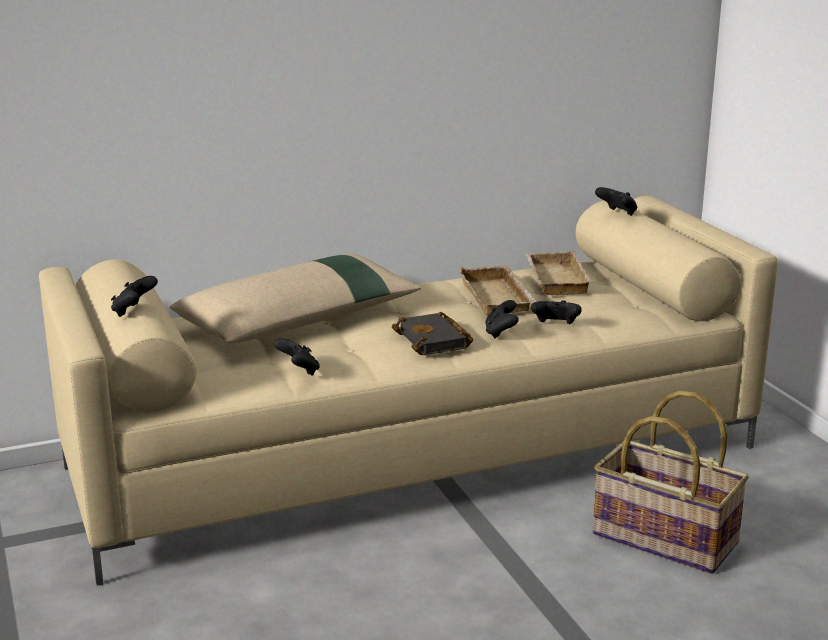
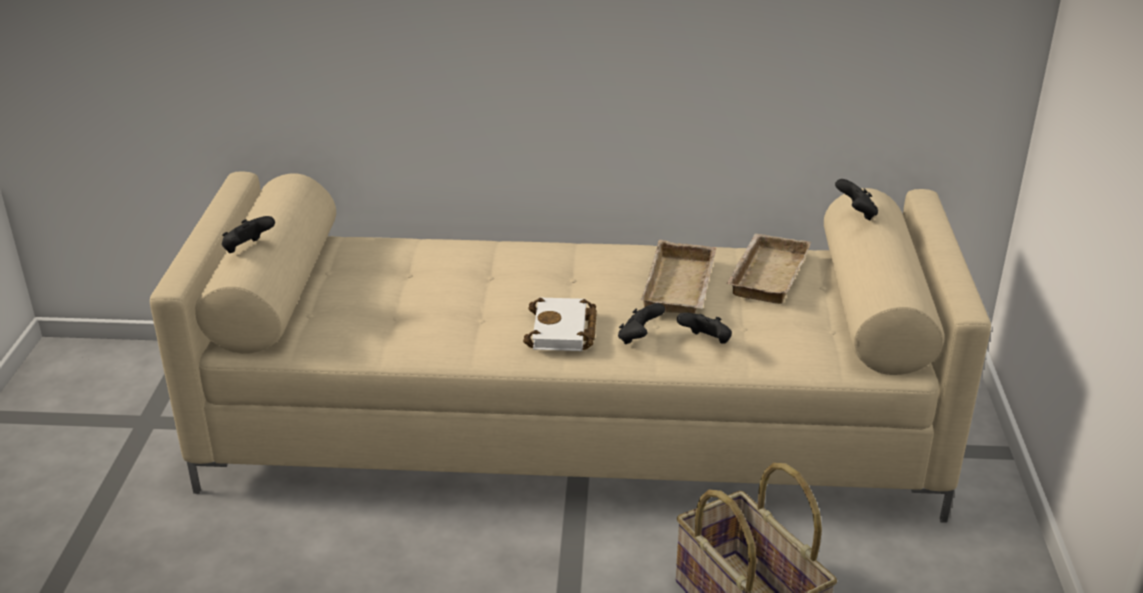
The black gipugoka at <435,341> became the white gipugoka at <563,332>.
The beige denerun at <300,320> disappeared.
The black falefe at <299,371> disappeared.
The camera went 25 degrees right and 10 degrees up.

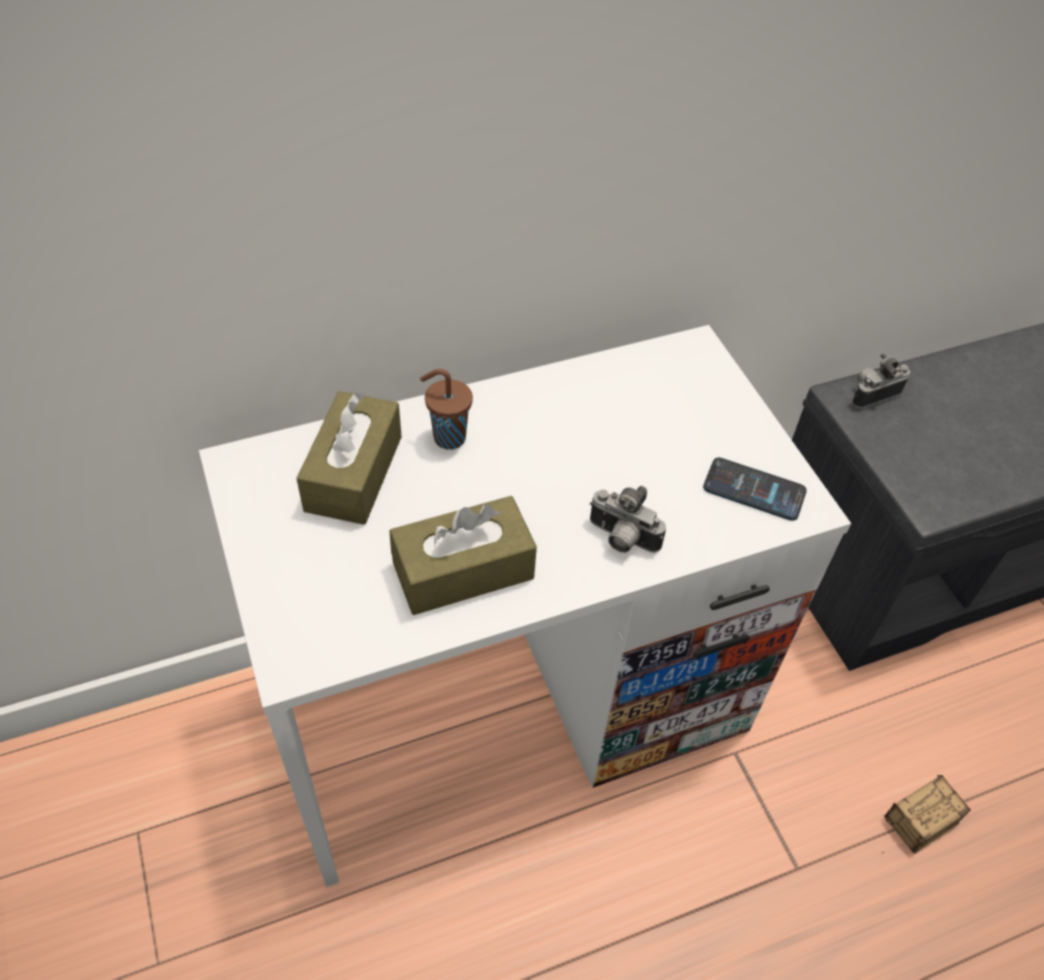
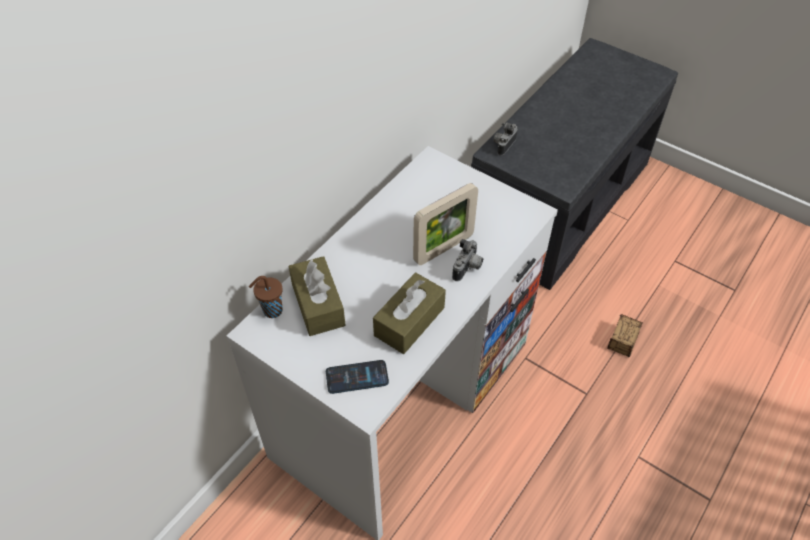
The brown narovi moved from <447,437> to <271,311>.
The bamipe moved from <754,490> to <357,377>.
The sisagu at <443,248> appeared.
The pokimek at <621,539> turned 60 degrees counterclockwise.
The camera went 30 degrees left and 0 degrees up.

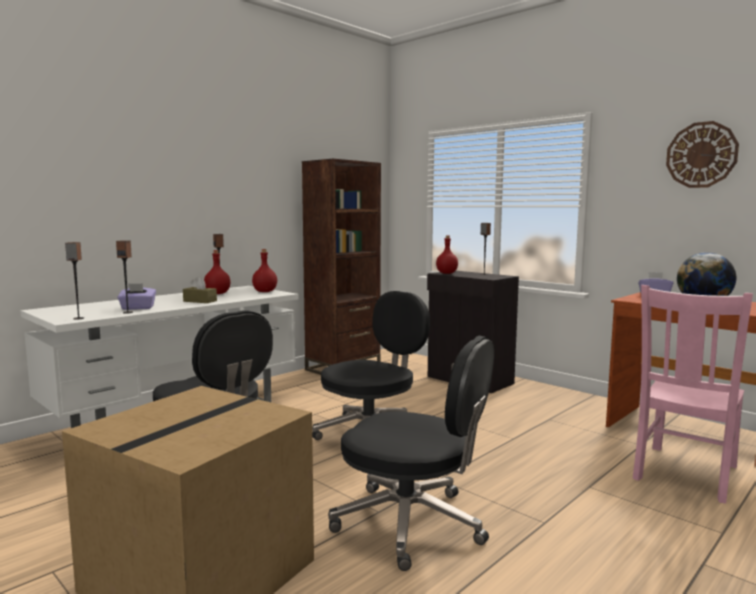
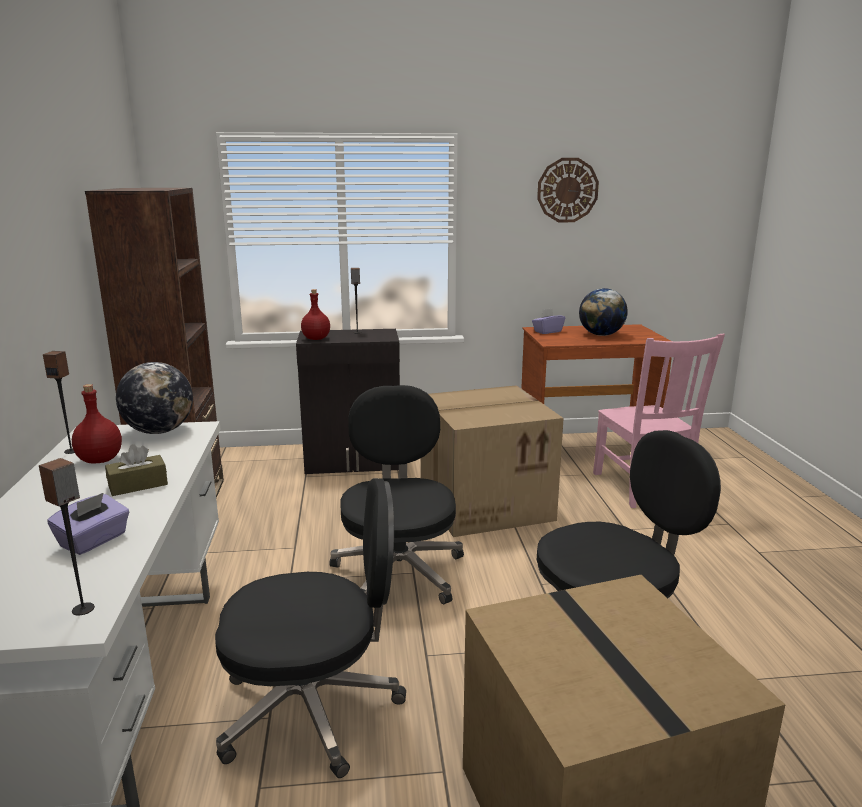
The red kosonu at <265,291> was replaced by the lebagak at <159,431>.
The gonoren at <486,503> appeared.
The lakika at <128,312> disappeared.
The camera went 50 degrees left and 10 degrees up.

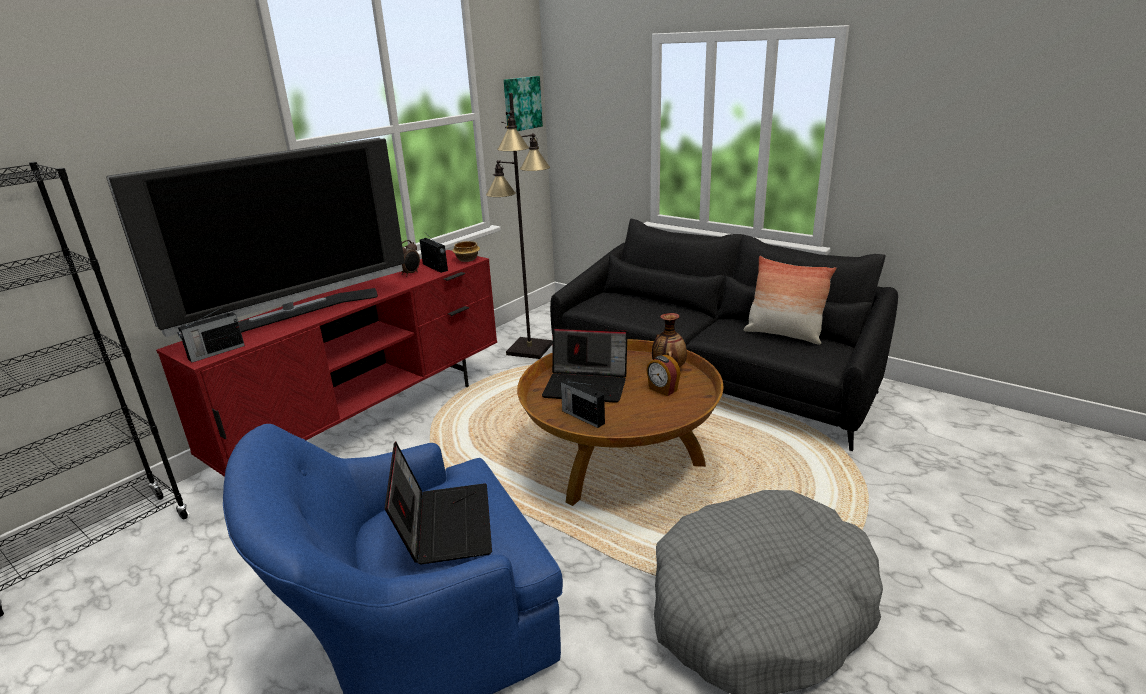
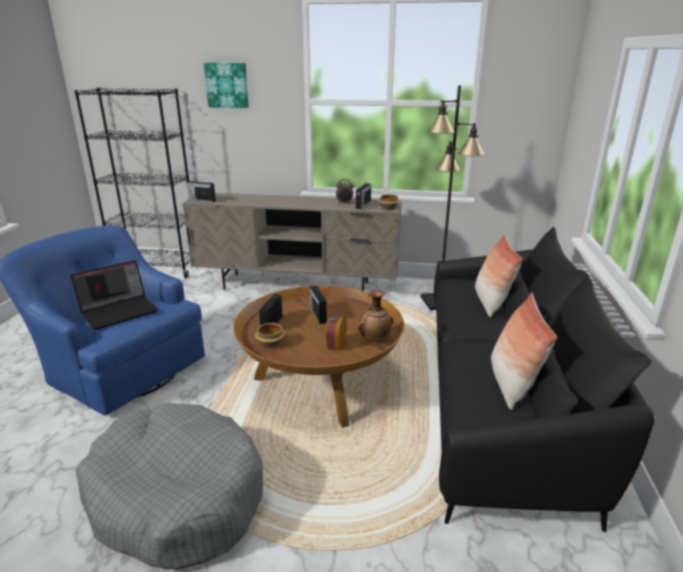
The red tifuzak at <373,421> became the beige tifuzak at <297,286>.
The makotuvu moved from <521,103> to <227,85>.
The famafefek at <271,343> appeared.
The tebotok at <587,385> was replaced by the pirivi at <318,314>.
The denerun at <490,303> appeared.
The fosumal at <294,315> disappeared.
The camera went 60 degrees right and 0 degrees up.

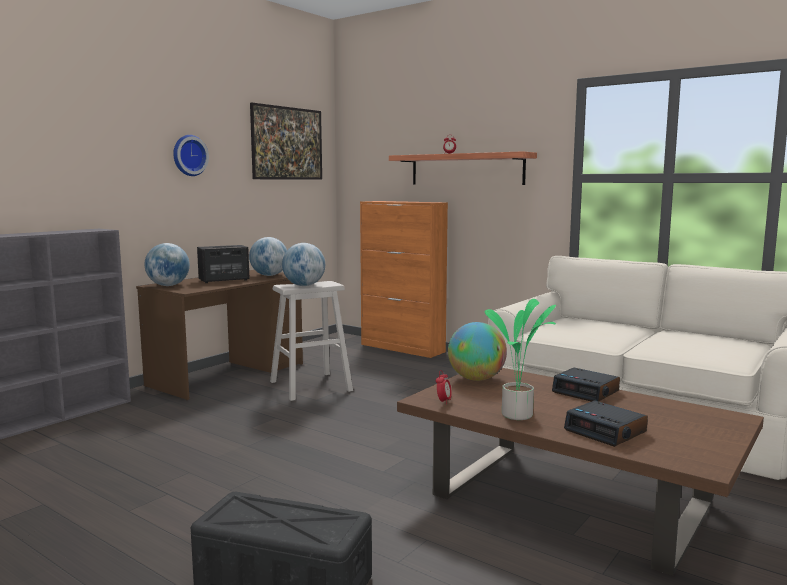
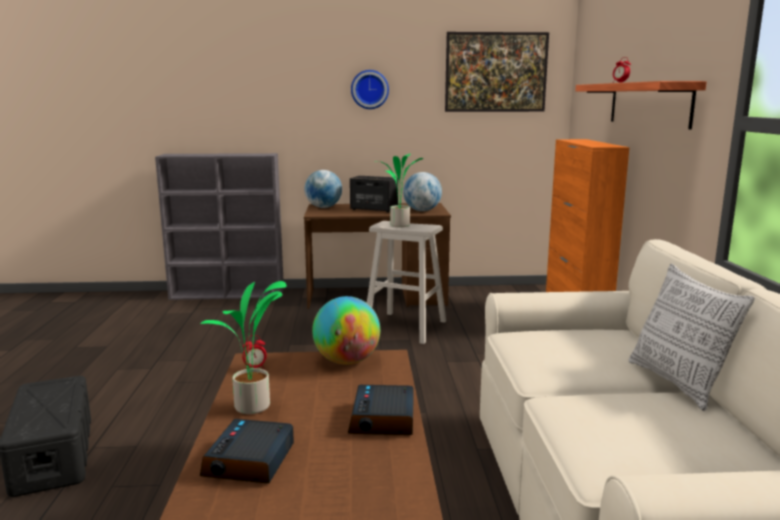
The lebagak at <304,285> was replaced by the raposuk at <399,226>.
The denerun at <678,383> appeared.
The camera went 50 degrees right and 5 degrees up.

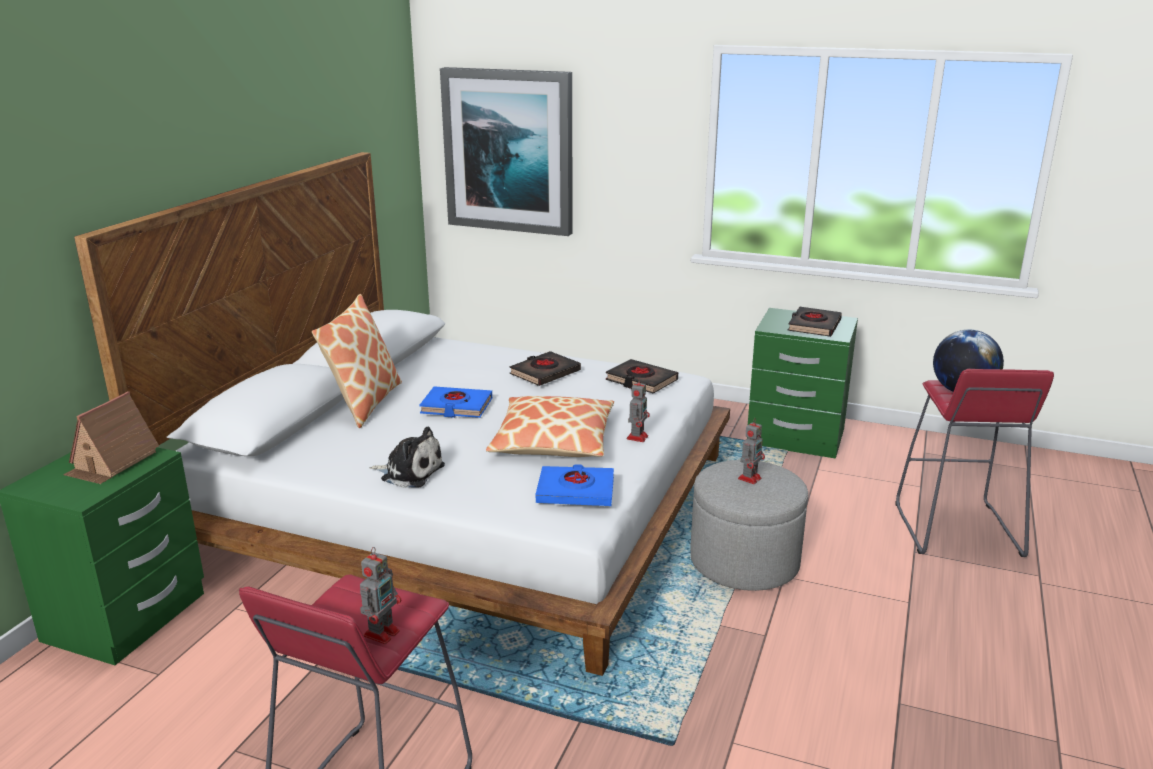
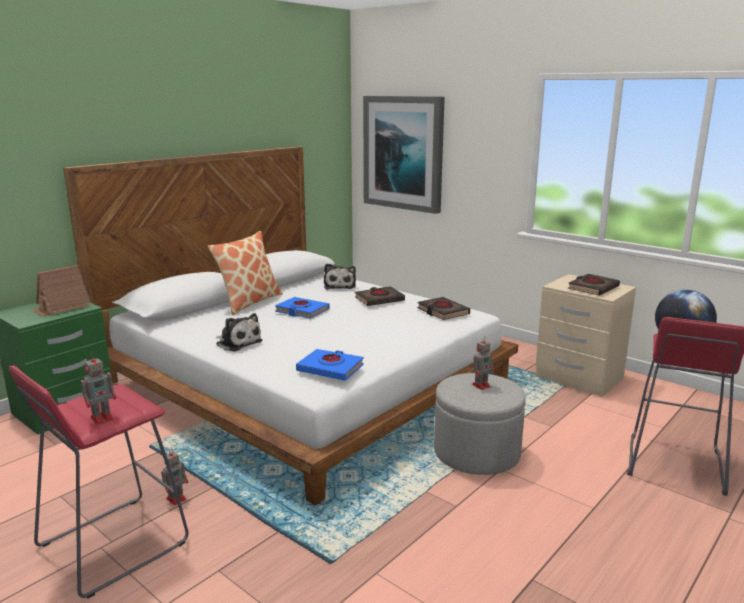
The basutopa moved from <637,437> to <177,498>.
The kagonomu at <339,286> appeared.
The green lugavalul at <795,437> became the beige lugavalul at <578,378>.
The denerun at <553,441> disappeared.
The camera went 20 degrees right and 5 degrees down.

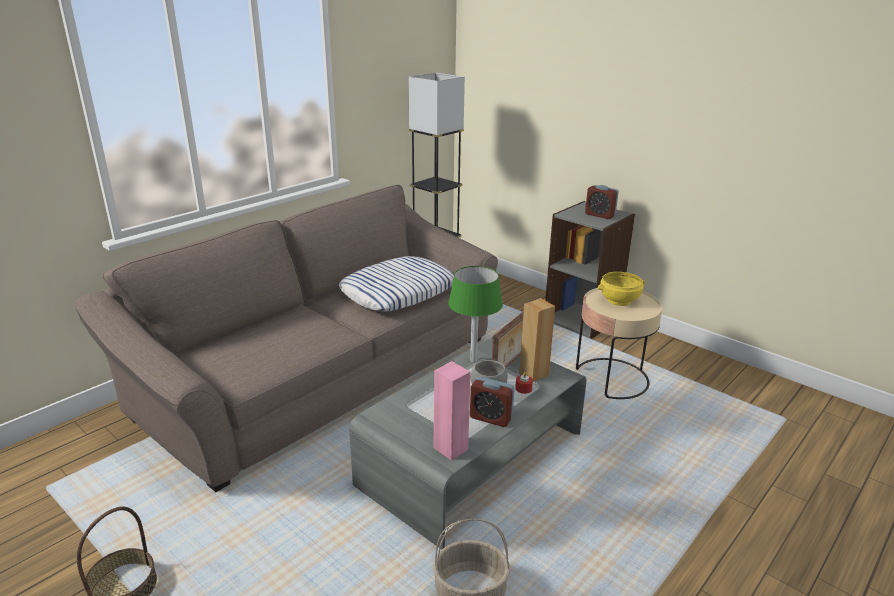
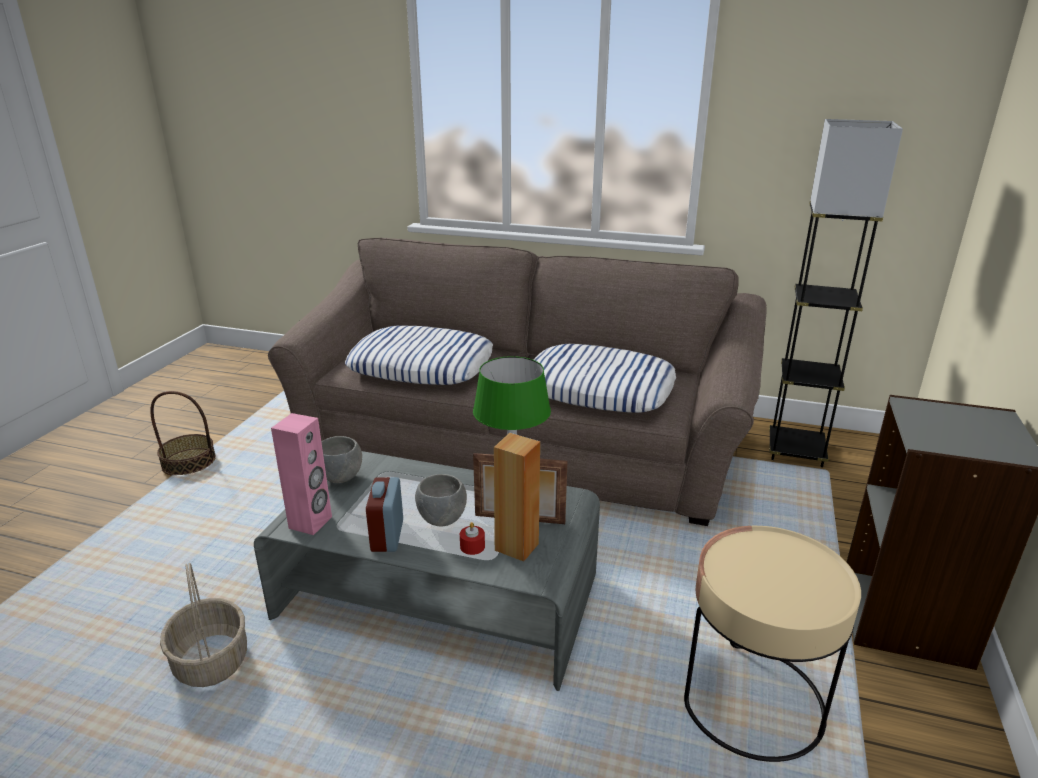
The grey famafefek at <341,478> appeared.
The denerun at <422,365> appeared.
The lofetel at <600,215> disappeared.
The yellow famafefek at <619,300> disappeared.
The camera went 65 degrees right and 0 degrees up.

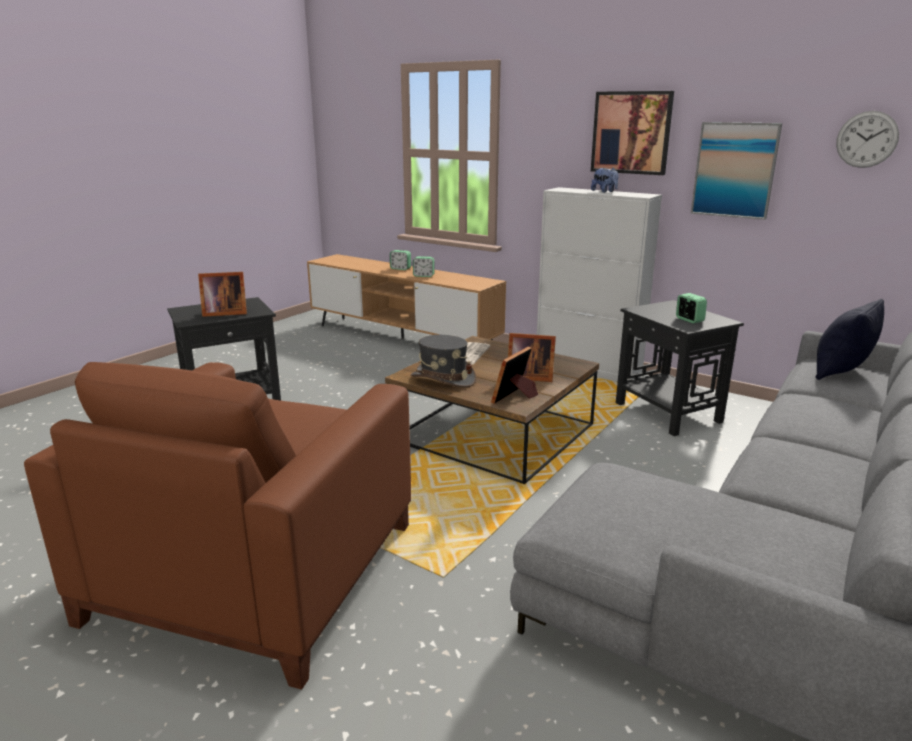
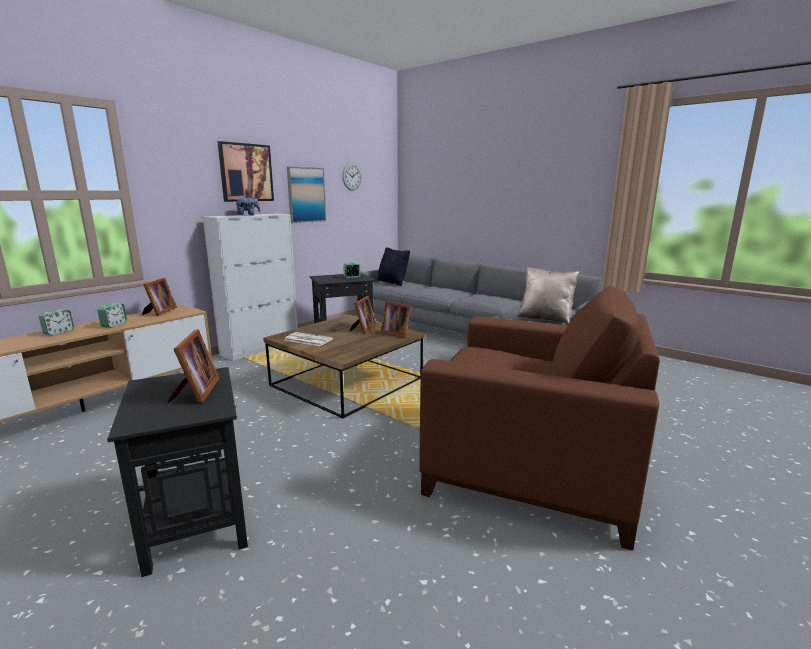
The sisagu at <159,312> appeared.
The beige denerun at <545,318> appeared.
The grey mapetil at <443,379> disappeared.
The camera went 85 degrees left and 5 degrees down.

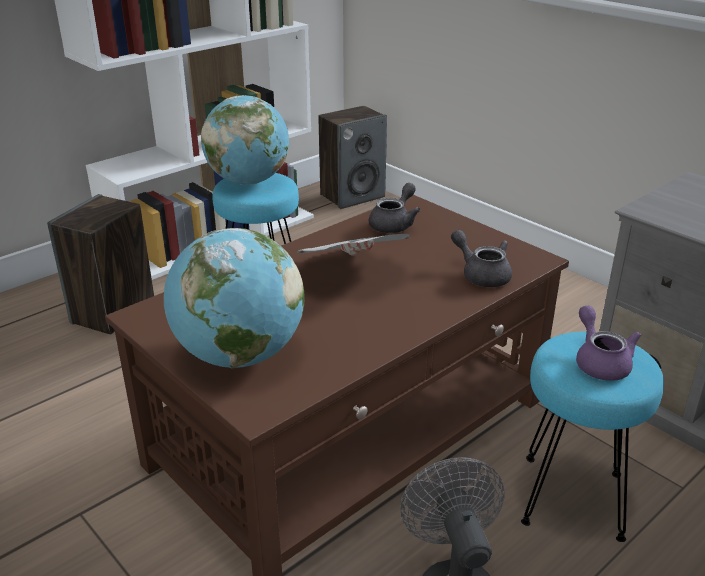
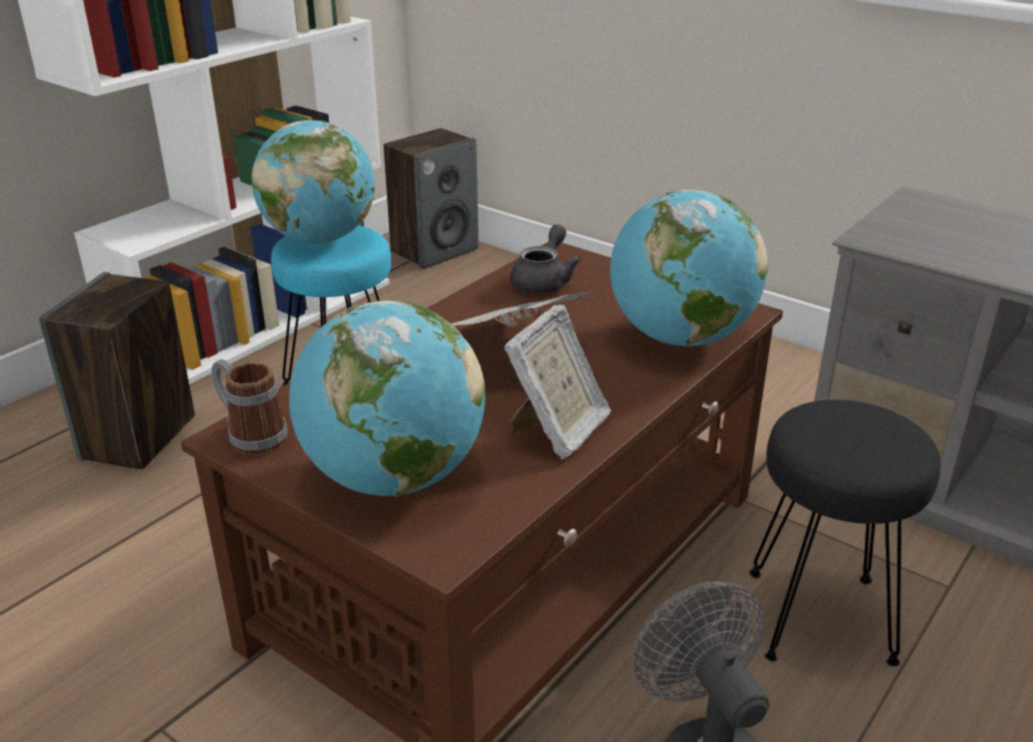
The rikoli at <250,435> appeared.
The sisagu at <558,431> appeared.
The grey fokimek at <481,274> was replaced by the lebagak at <680,338>.
The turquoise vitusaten at <570,497> became the black vitusaten at <817,616>.
The purple fokimek at <600,362> disappeared.
The camera went 10 degrees left and 0 degrees up.

